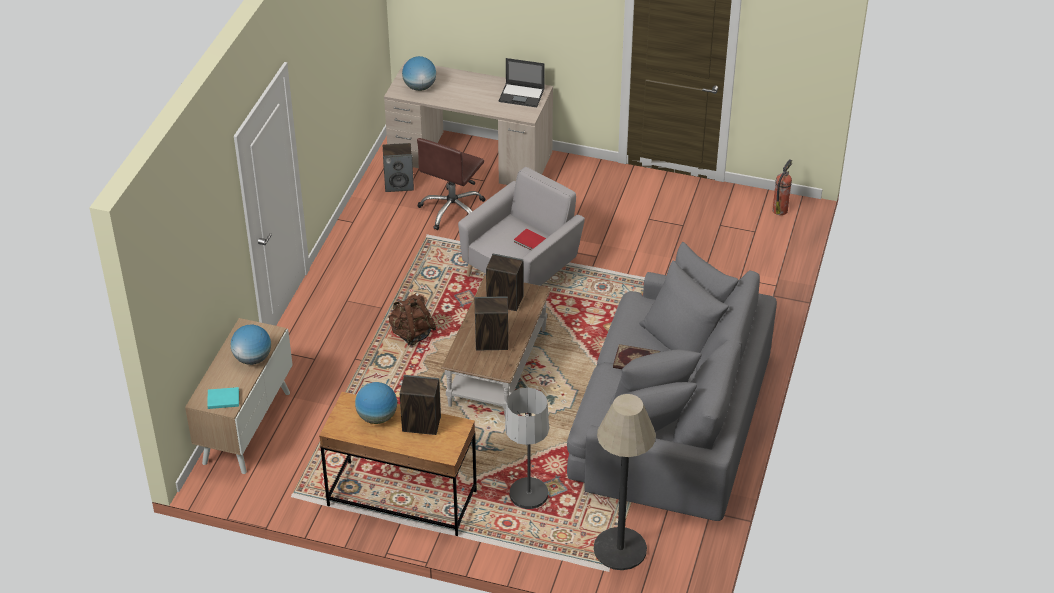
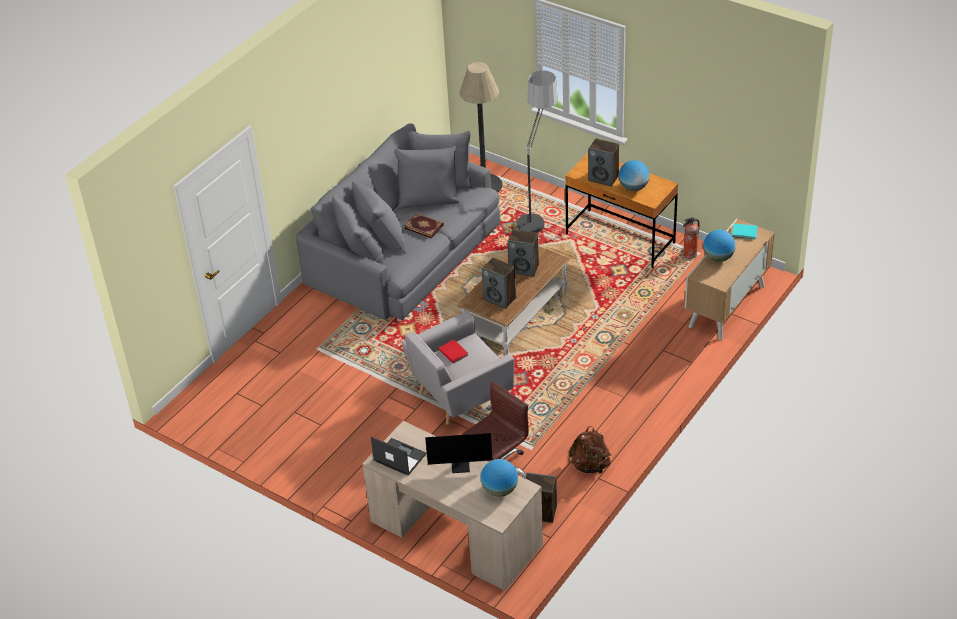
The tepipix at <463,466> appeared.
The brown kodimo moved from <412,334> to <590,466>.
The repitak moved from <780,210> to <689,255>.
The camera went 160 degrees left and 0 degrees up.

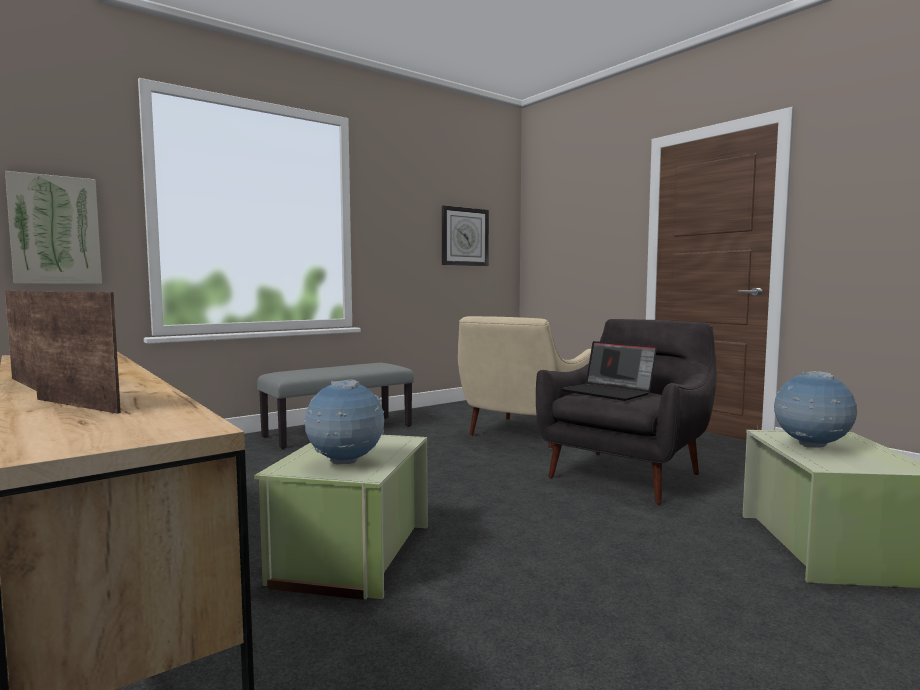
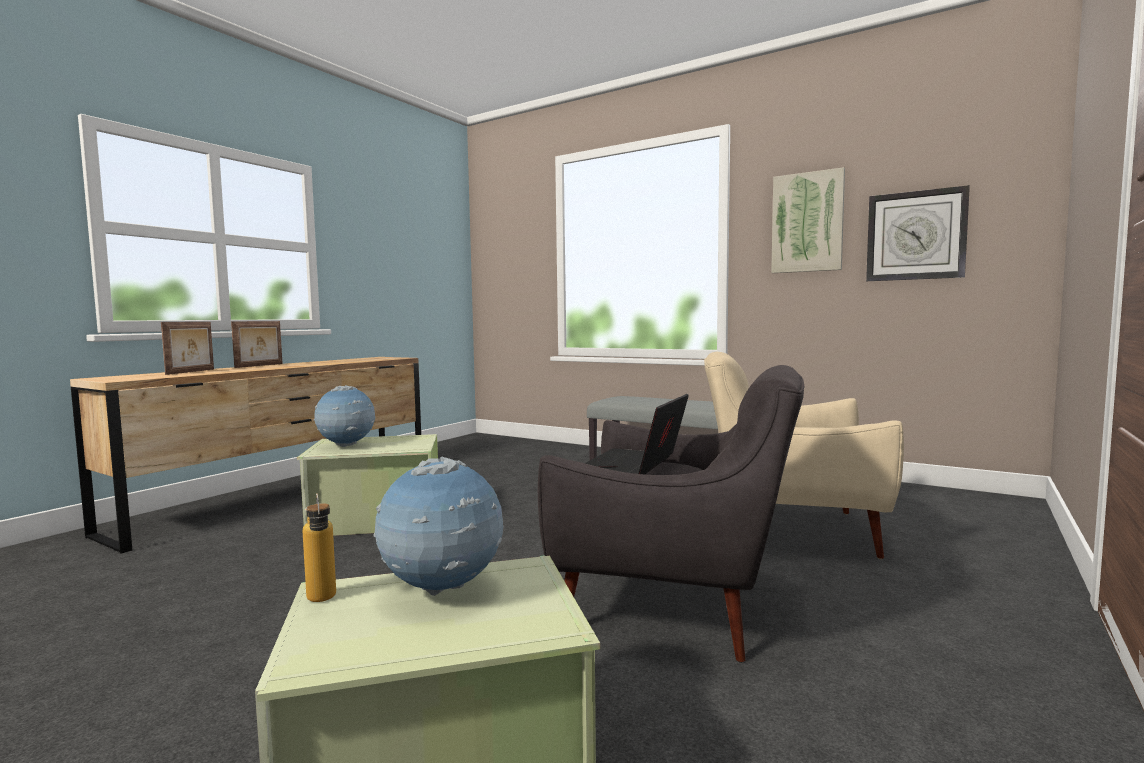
The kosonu at <322,601> appeared.
The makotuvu moved from <55,230> to <807,222>.
The camera went 70 degrees right and 0 degrees up.

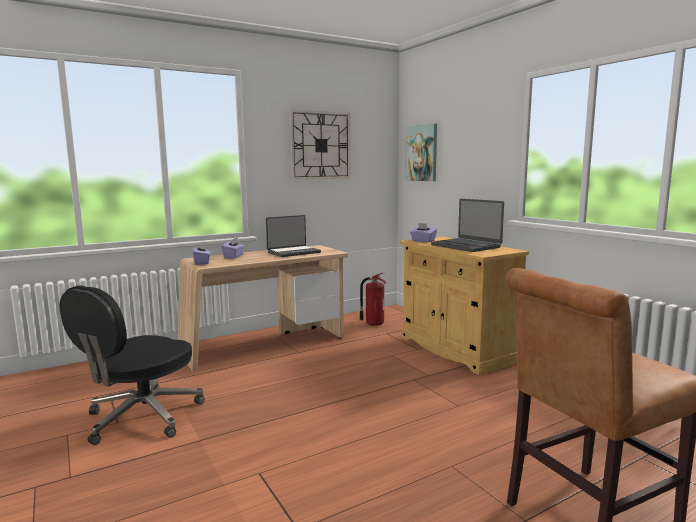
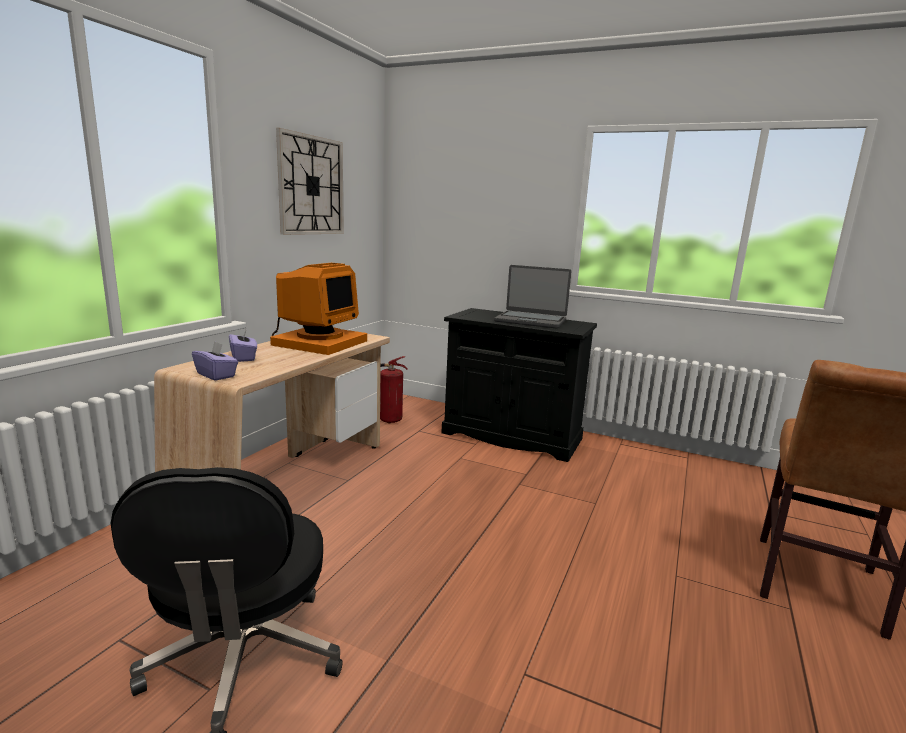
The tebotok at <293,252> was replaced by the tepipix at <318,342>.
The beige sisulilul at <456,349> became the black sisulilul at <511,436>.
The makotuvu at <422,153> disappeared.
The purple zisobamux at <423,241> disappeared.
The camera went 35 degrees left and 5 degrees up.

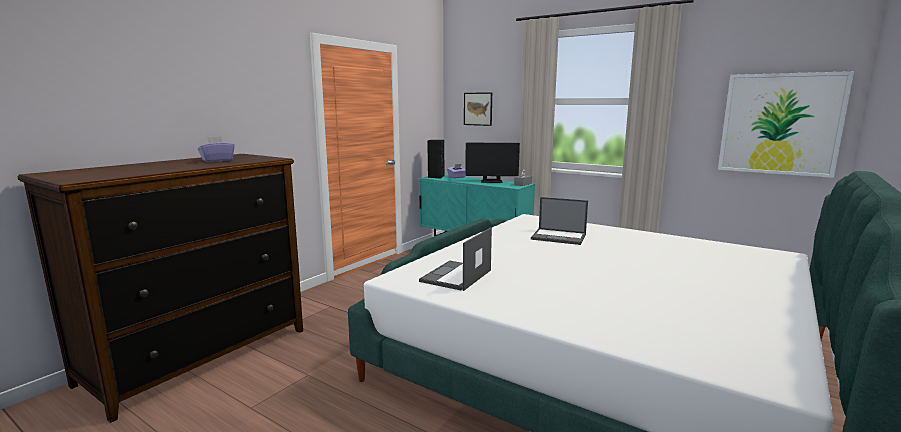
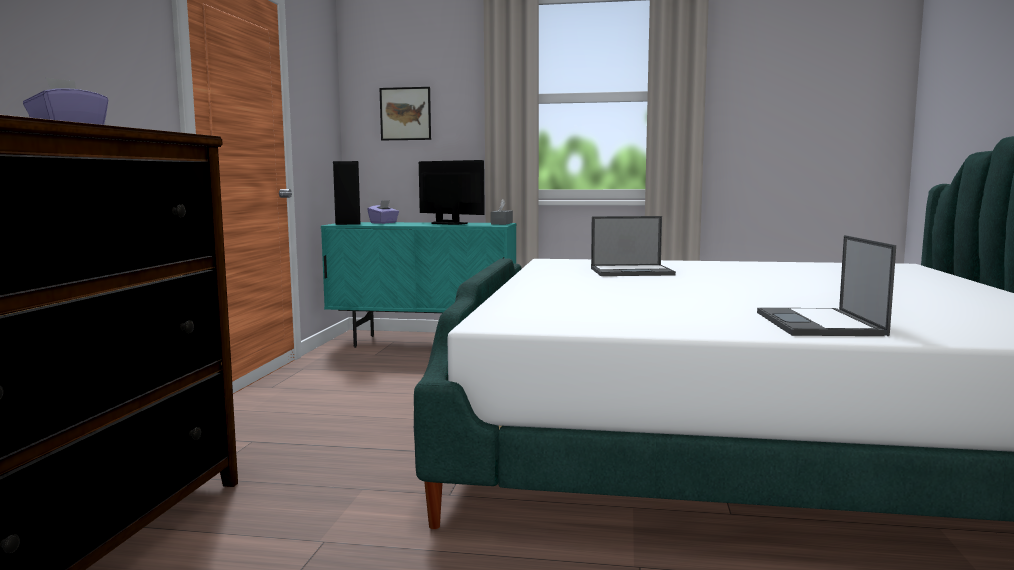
The tepipix at <491,181> turned 120 degrees counterclockwise.
The tebotok moved from <456,276> to <819,324>.
The makotuvu at <780,124> disappeared.
The camera went 25 degrees left and 5 degrees down.

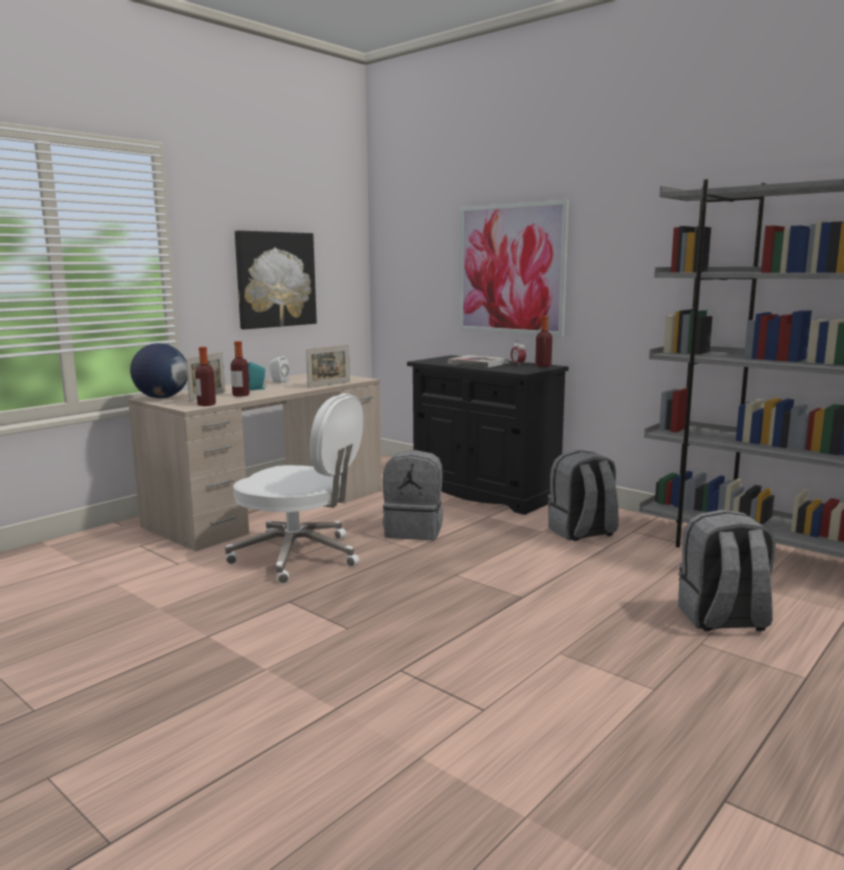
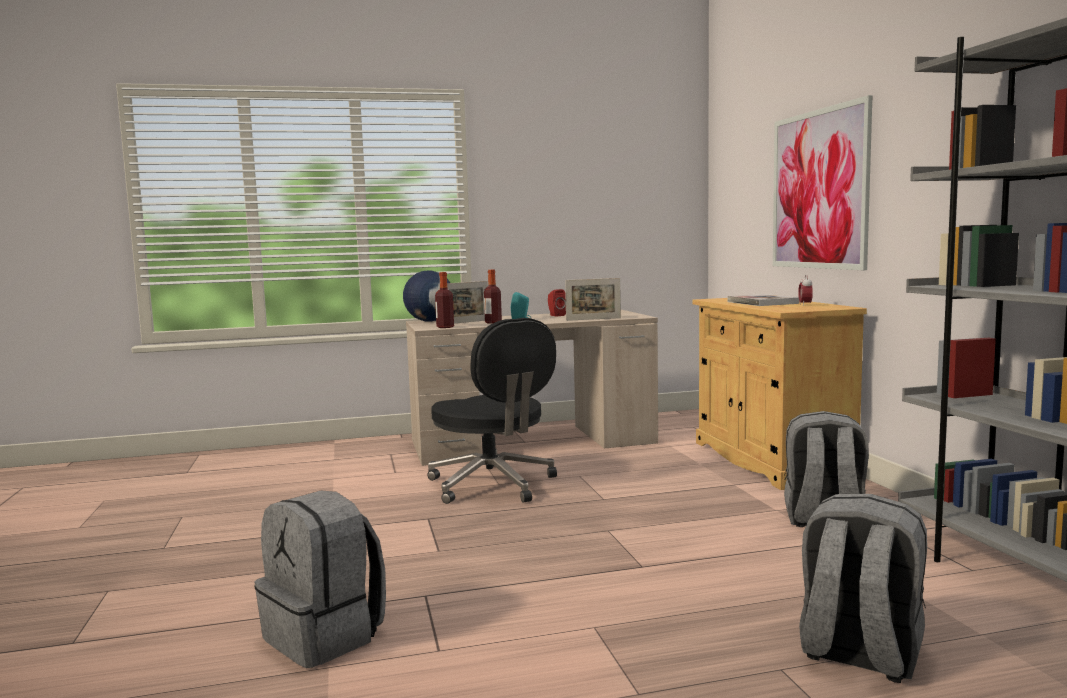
The grey kodimo moved from <414,530> to <326,636>.
The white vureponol at <299,556> became the black vureponol at <493,485>.
The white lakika at <278,382> became the red lakika at <556,315>.
The black sisulilul at <484,492> became the beige sisulilul at <769,460>.
The makotuvu at <275,279> disappeared.
The kosonu at <543,365> disappeared.
The camera went 35 degrees right and 5 degrees down.

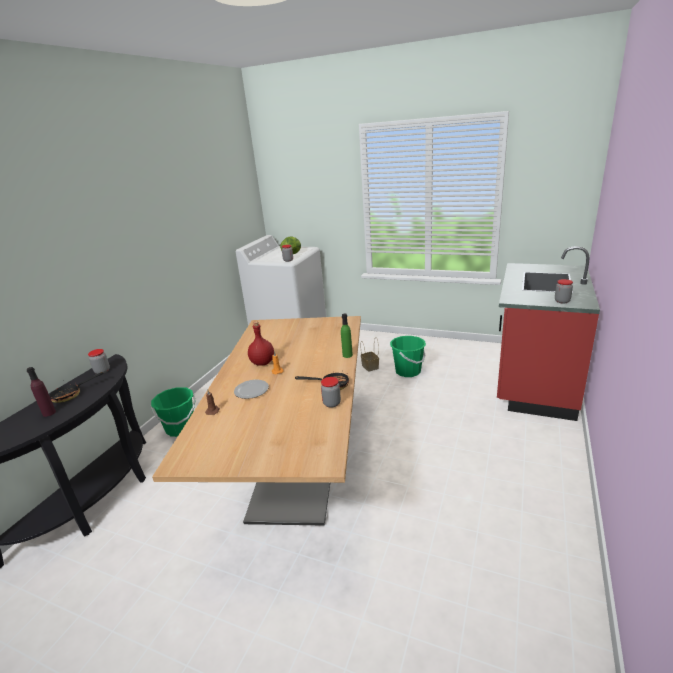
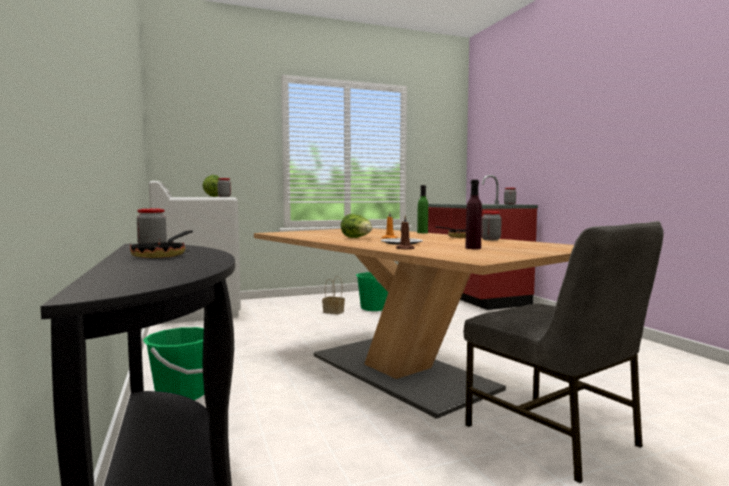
The red kosonu at <263,362> was replaced by the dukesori at <357,238>.
The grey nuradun at <554,436> appeared.
The purple kosonu moved from <49,413> to <473,248>.
The camera went 45 degrees left and 20 degrees down.

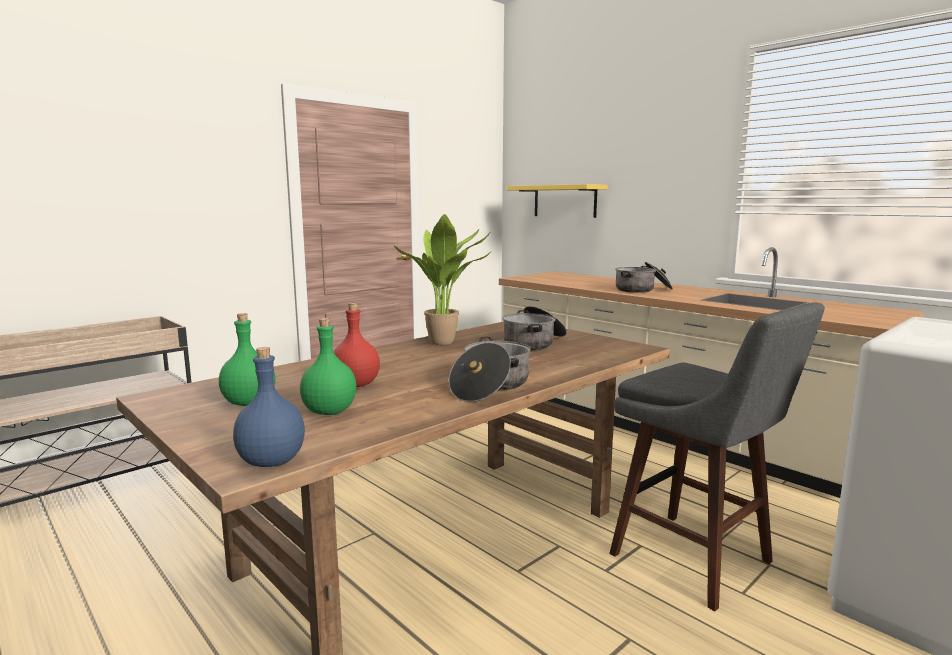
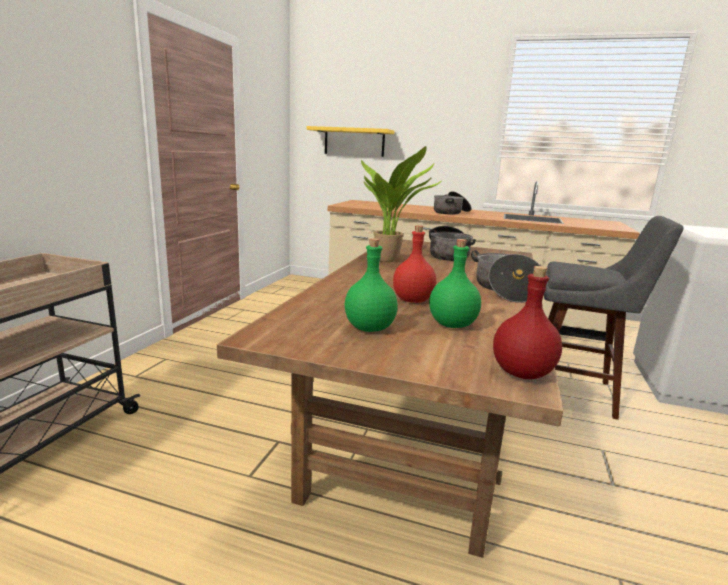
The blue kosonu at <271,462> became the red kosonu at <523,373>.
The camera went 30 degrees left and 5 degrees up.

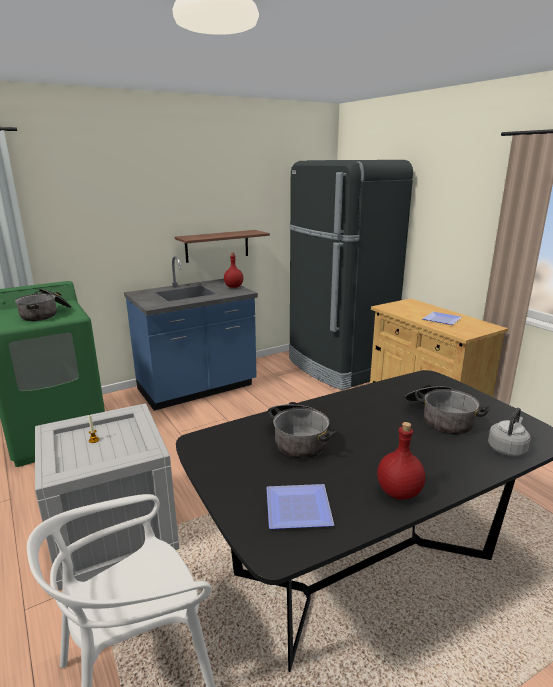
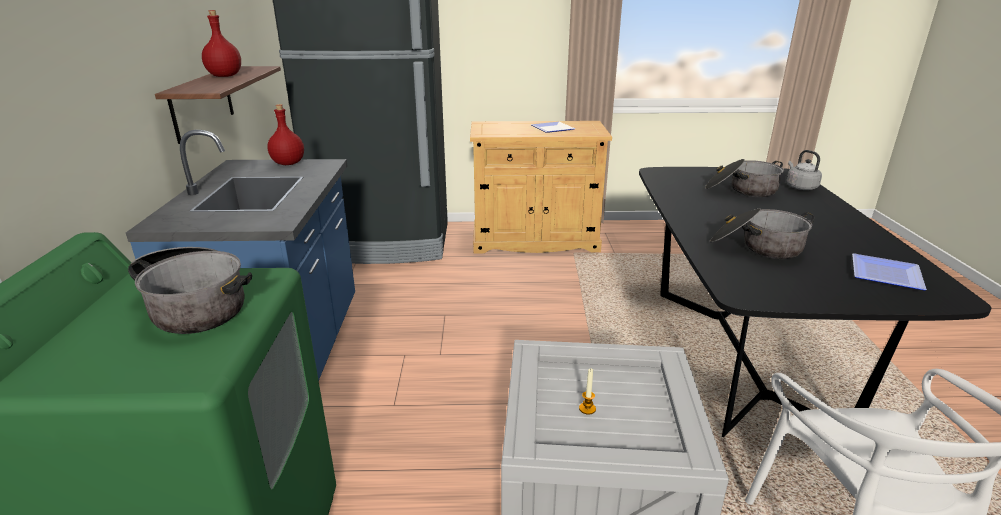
The red kosonu moved from <399,492> to <225,76>.
The camera went 60 degrees left and 5 degrees up.

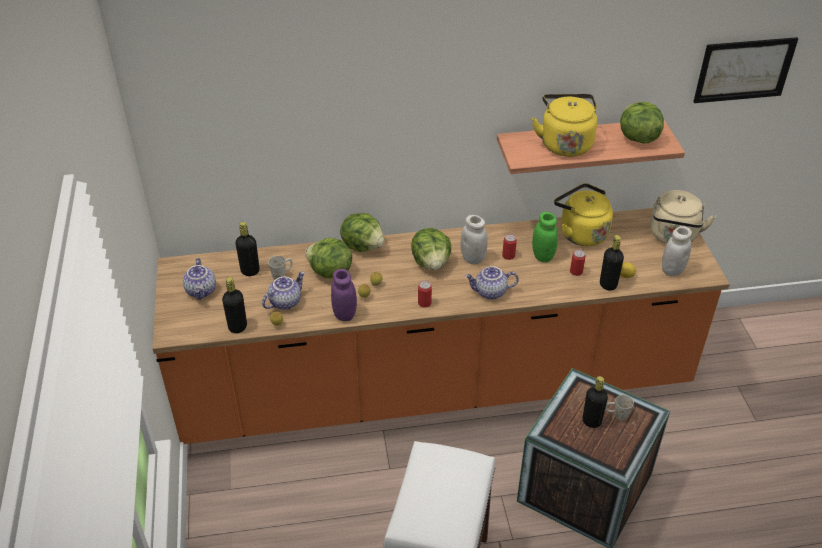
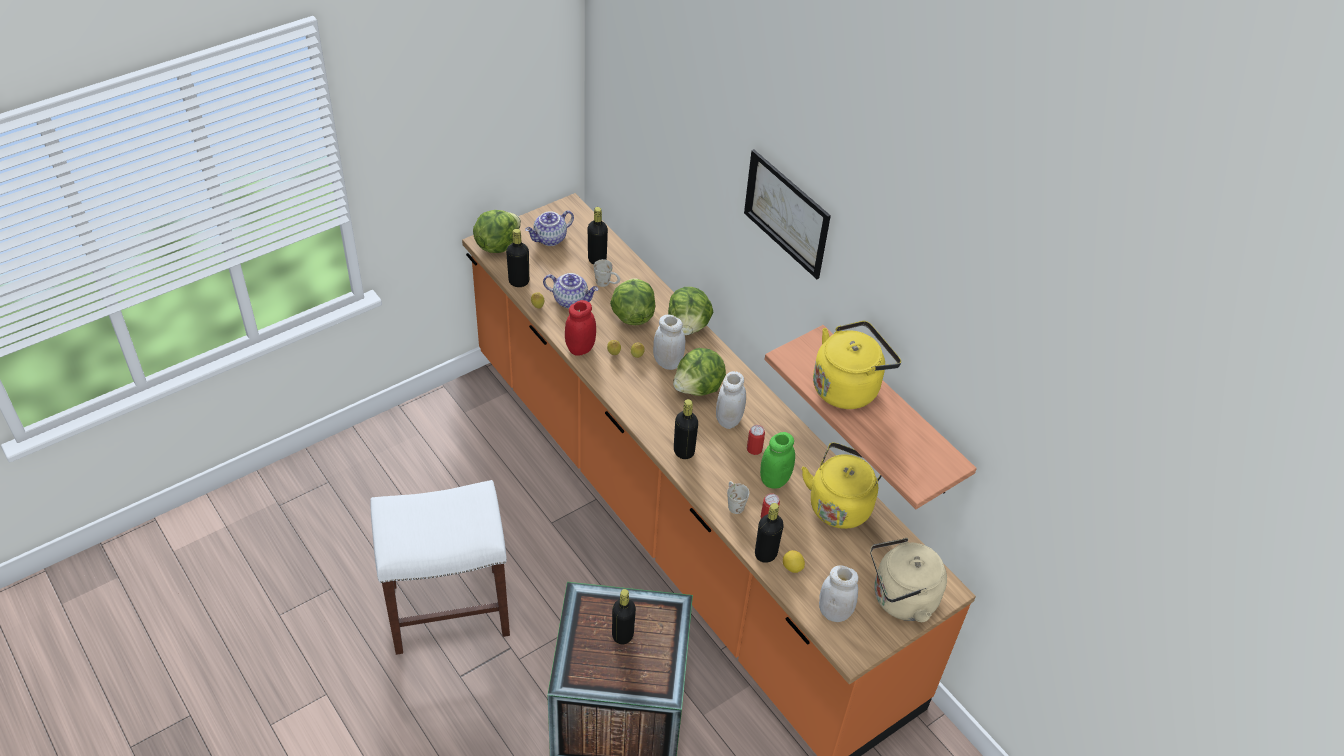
The dukesori moved from <637,138> to <497,244>.
The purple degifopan at <344,314> became the red degifopan at <580,348>.
The white degifopan at <667,362> appeared.
The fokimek at <490,292> was replaced by the black kosonu at <684,451>.
The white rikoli moved from <616,415> to <733,503>.
The makotuvu moved from <744,70> to <786,213>.
The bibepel at <424,303> disappeared.
The camera went 60 degrees right and 5 degrees up.

